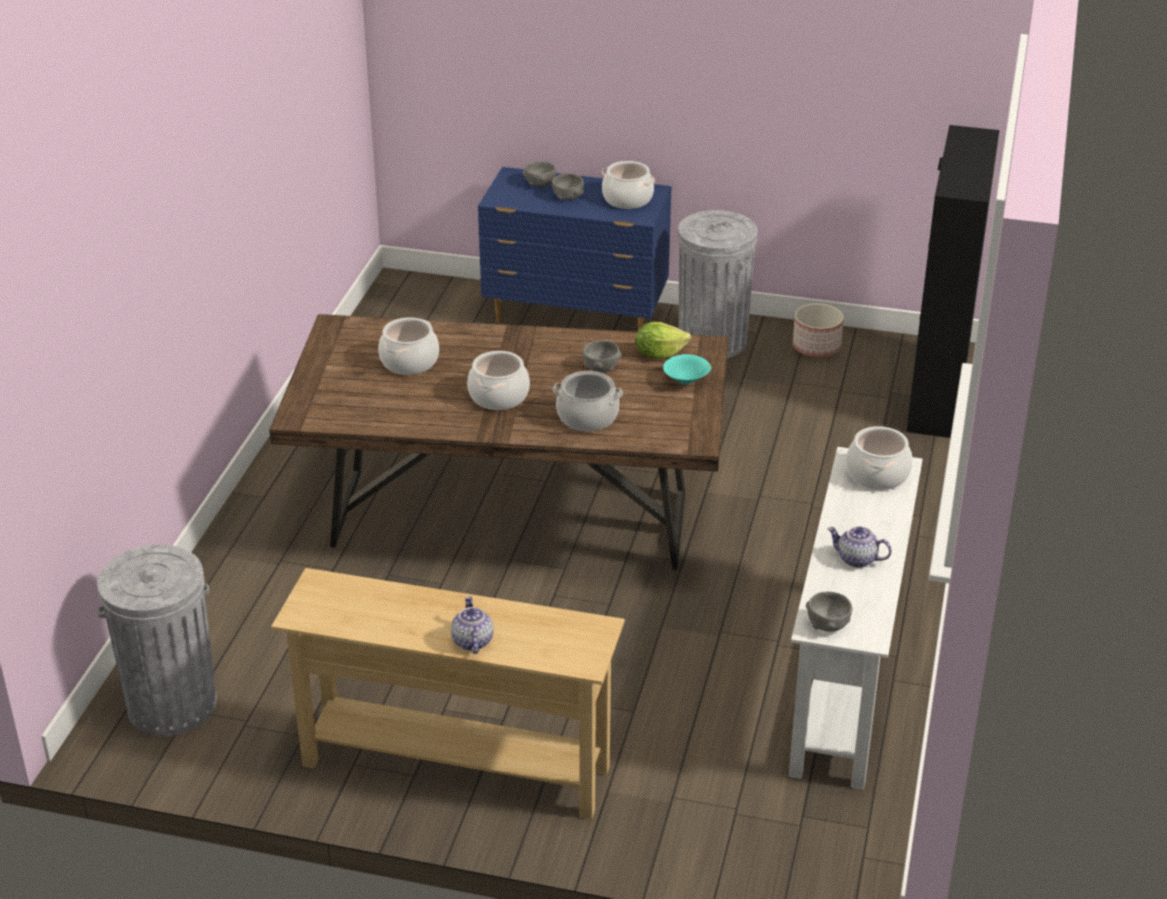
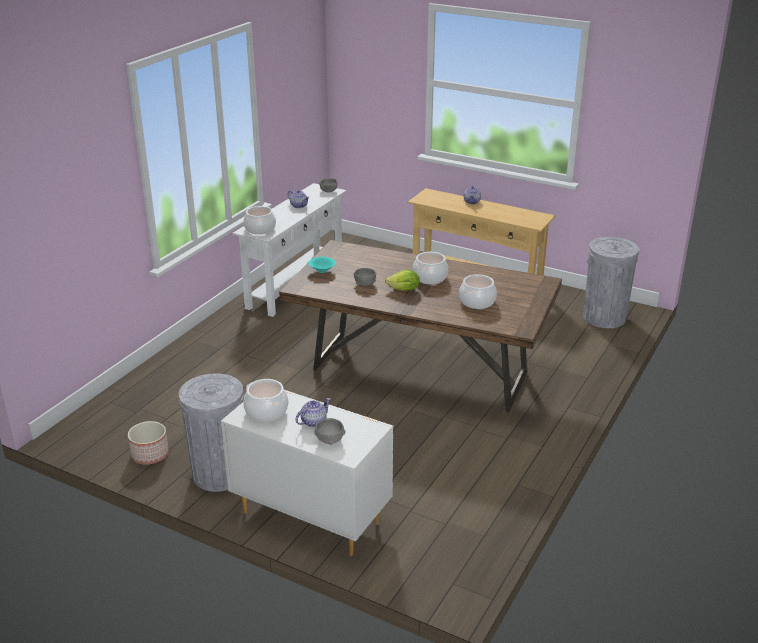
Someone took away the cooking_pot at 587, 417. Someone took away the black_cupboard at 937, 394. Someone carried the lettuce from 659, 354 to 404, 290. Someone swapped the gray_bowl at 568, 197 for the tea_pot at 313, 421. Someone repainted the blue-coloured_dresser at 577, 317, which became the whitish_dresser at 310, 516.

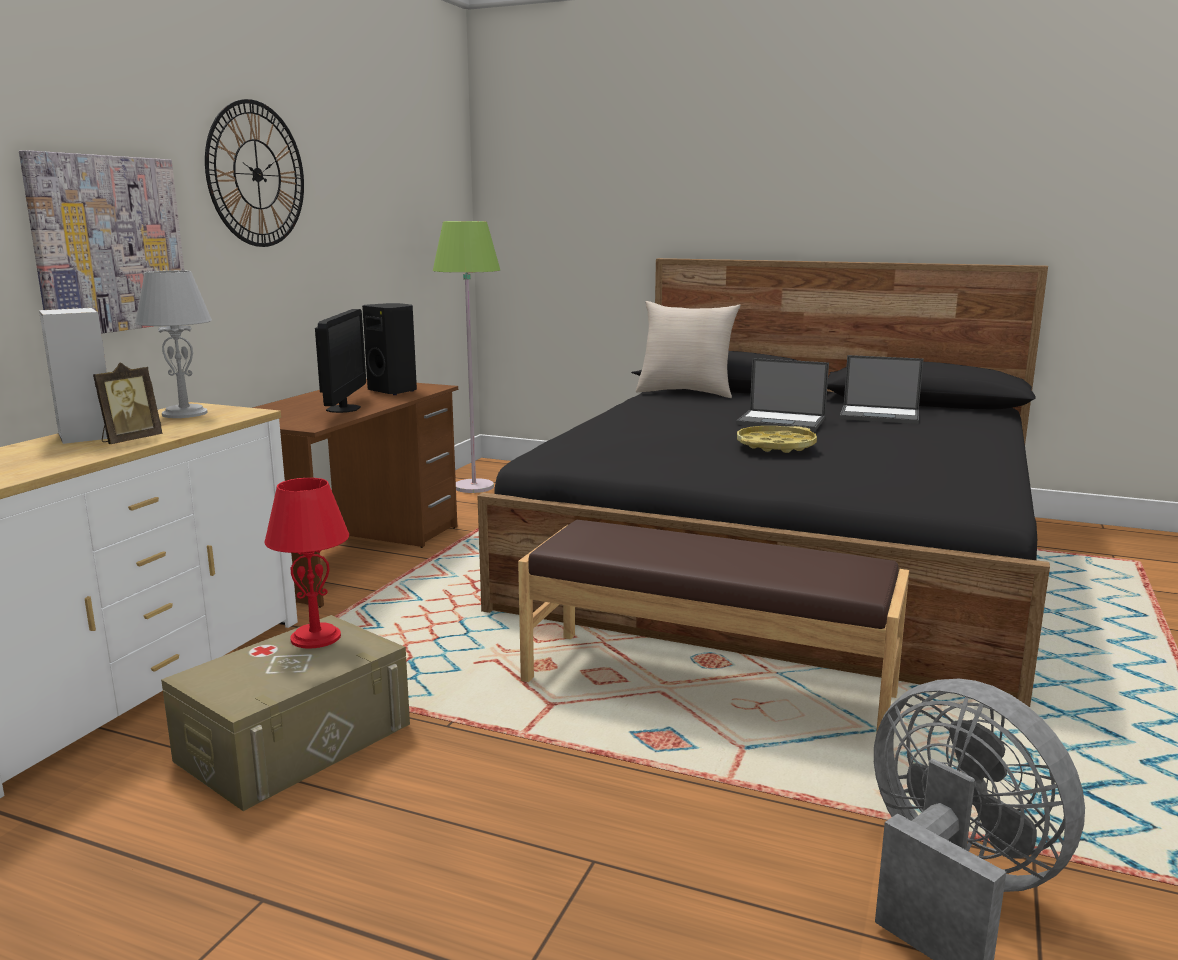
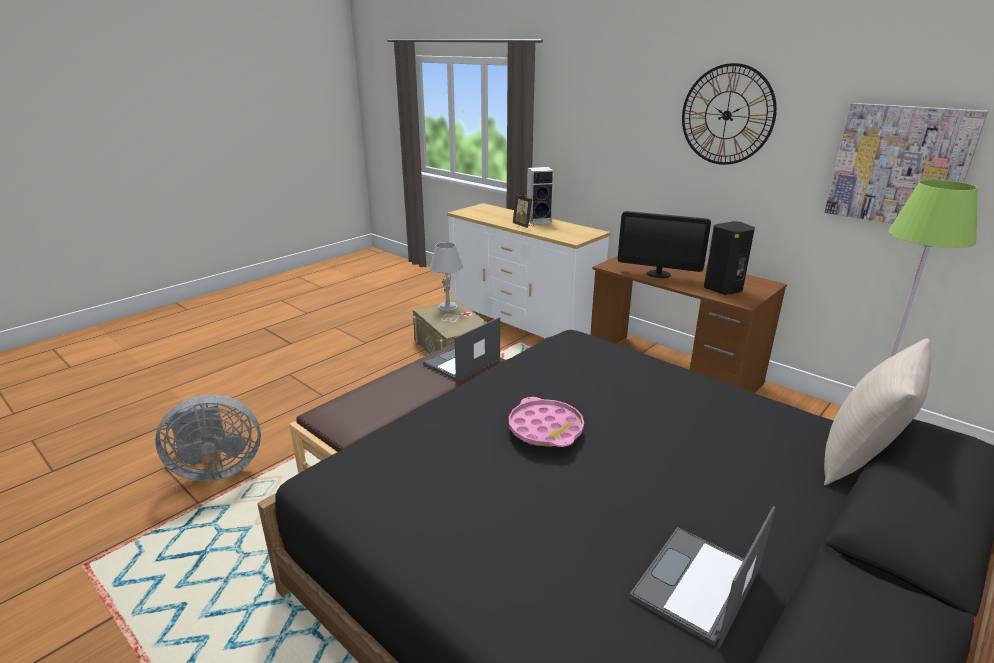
Someone took away the red_lamp_for_a_table at 315, 638. Someone carried the wall_art from 109, 244 to 899, 166. Someone carried the gray_lamp_for_a_table from 185, 413 to 448, 307. Someone carried the portable_computer from 782, 421 to 461, 362. Someone repainted the yellowish_tray at 775, 446, which became the pinkish_tray at 545, 429.

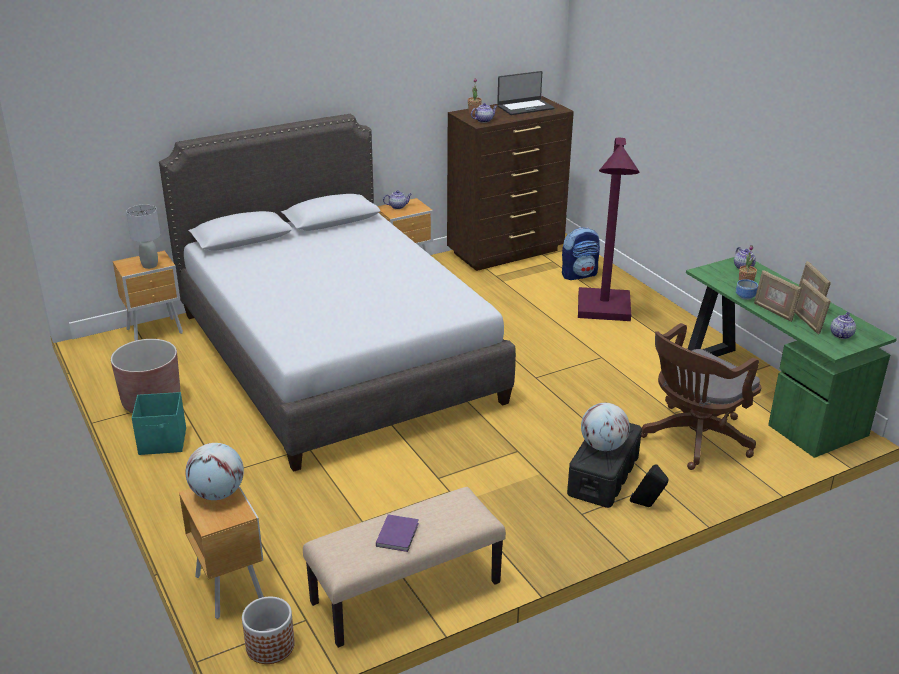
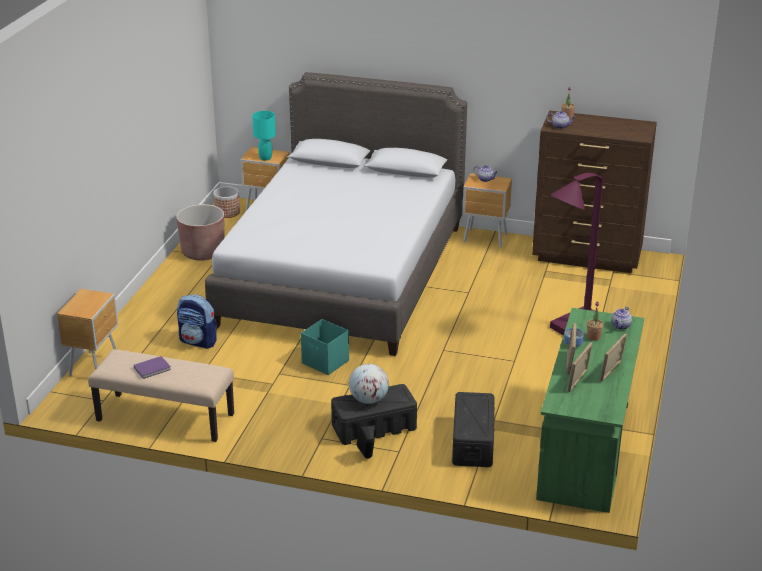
Someone took away the globe at 218, 493. Someone took away the portable_computer at 525, 107. Someone took away the tea_pot at 841, 334. Someone carried the turquoise_storage_container from 163, 442 to 325, 362. Someone carried the flower_pot from 270, 646 to 227, 212. Someone carried the rucksack from 579, 275 to 198, 341. Someone swapped the brownish_computer_chair at 693, 440 for the black_storage_container at 473, 442. Someone repainted the gray_lamp_for_a_table at 150, 265, which became the turquoise_lamp_for_a_table at 266, 158.

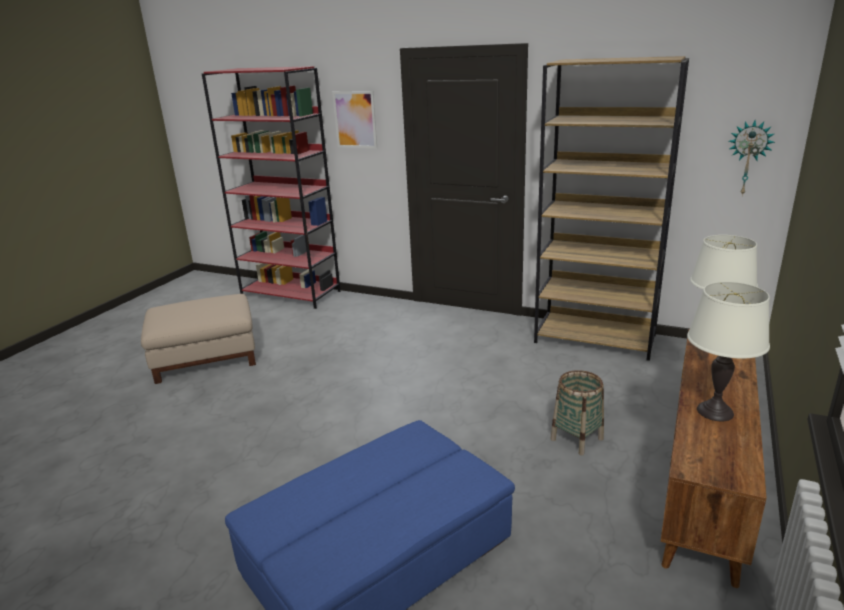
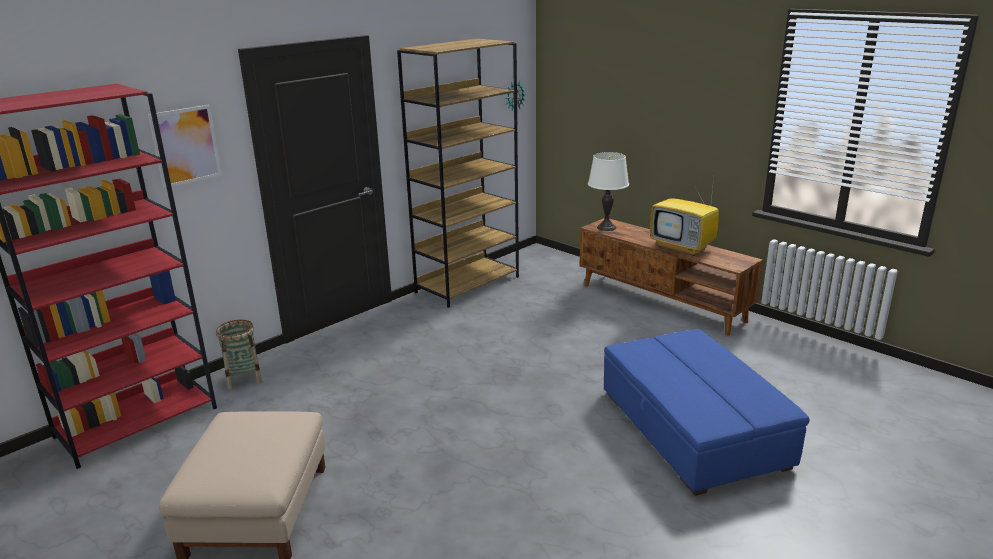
Someone carried the storage_basket from 577, 439 to 244, 378. Someone swapped the whitish_lamp_for_a_table at 715, 411 for the TV at 683, 248.

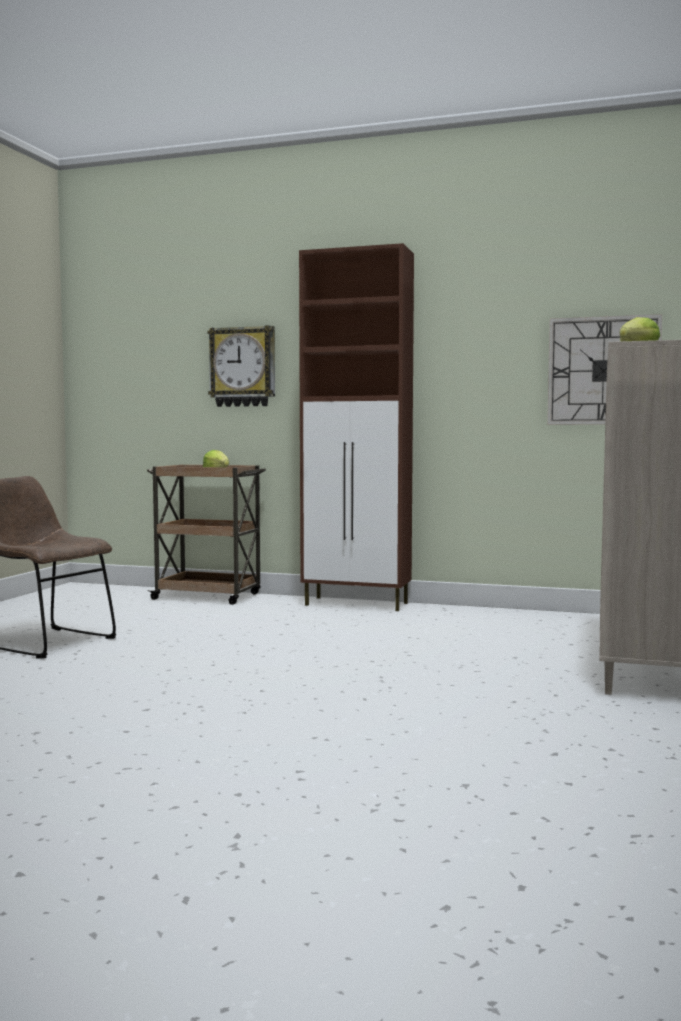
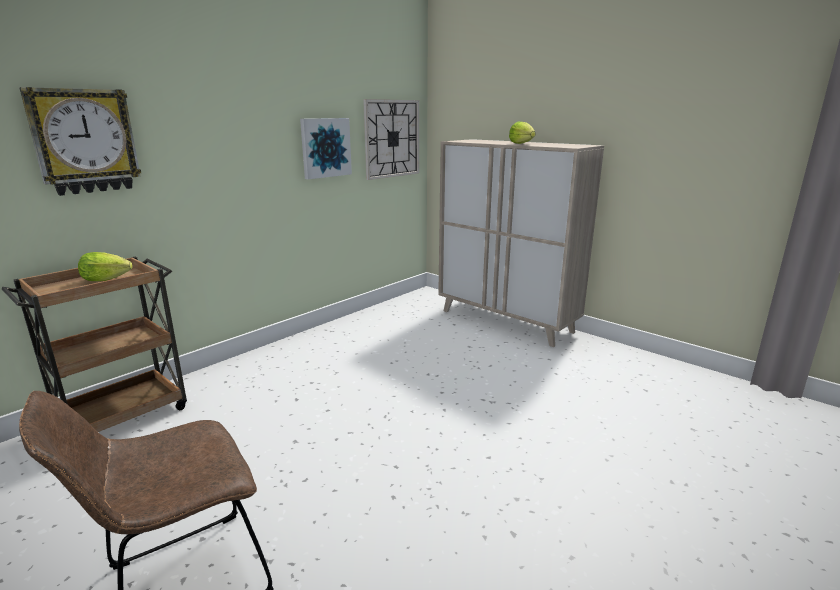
Someone took away the brownish_cupboard at 358, 604. Someone put up the wall_art at 325, 147.

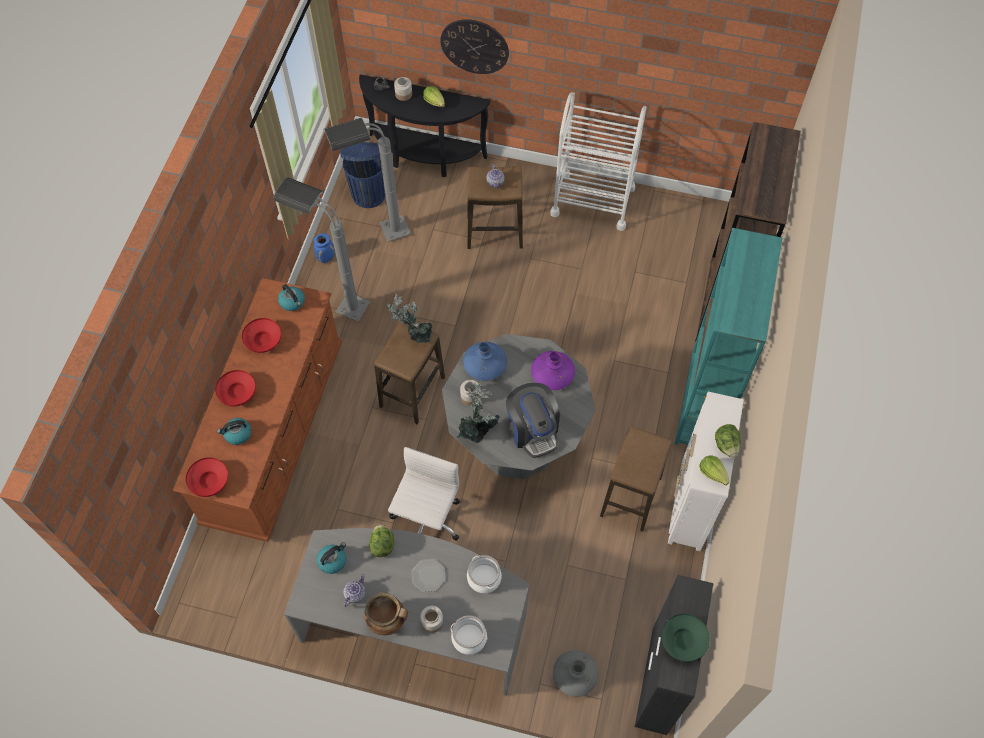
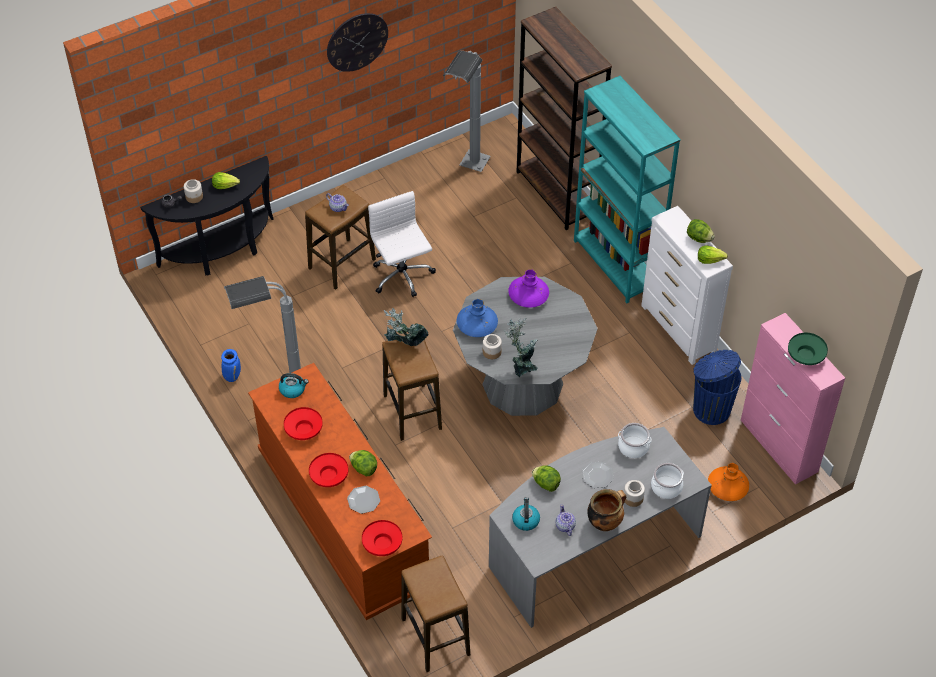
Someone took away the coffee_maker at 533, 429. Someone took away the whitish_wheeled_cart at 592, 201. Someone put down the lettuce at 363, 468. Someone carried the gray_standard_lamp from 378, 236 to 468, 174. Someone carried the blue-coloured_waste_bin from 368, 193 to 710, 409. Someone carried the whitish_computer_chair from 427, 520 to 402, 277. Someone carried the wall_clock from 474, 46 to 357, 42. Someone carried the sitting_stool from 631, 497 to 436, 637. Someone swapped the water_kettle at 237, 434 for the plate at 363, 500. Someone repainted the gray_flower_vase at 575, 675, which became the orangey_flower_vase at 727, 488. Someone repainted the black_cupboard at 659, 680, which became the pinkish_cupboard at 779, 446.

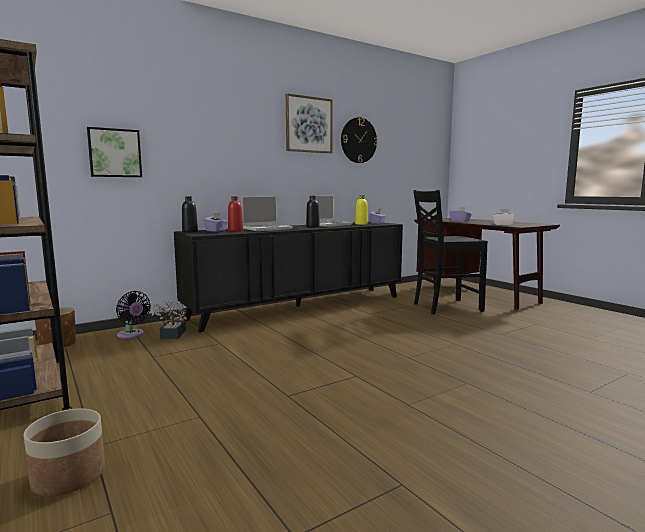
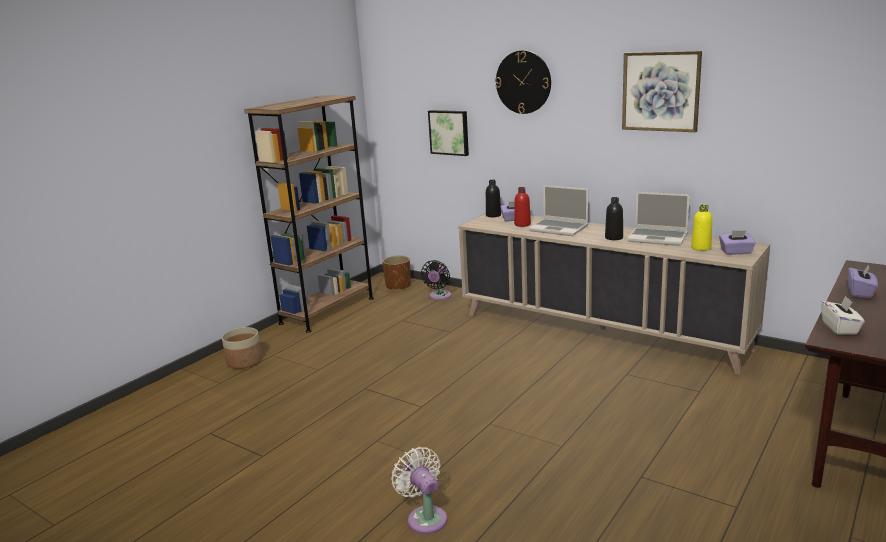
Someone took away the potted_plant at 171, 335. Someone took away the black_upright_chair at 445, 307. Someone put down the whitish_cooling_fan at 425, 517. Someone carried the wall_clock from 358, 140 to 523, 82. Someone repainted the black_cupboard at 299, 307, which became the sand-coloured_cupboard at 600, 331.

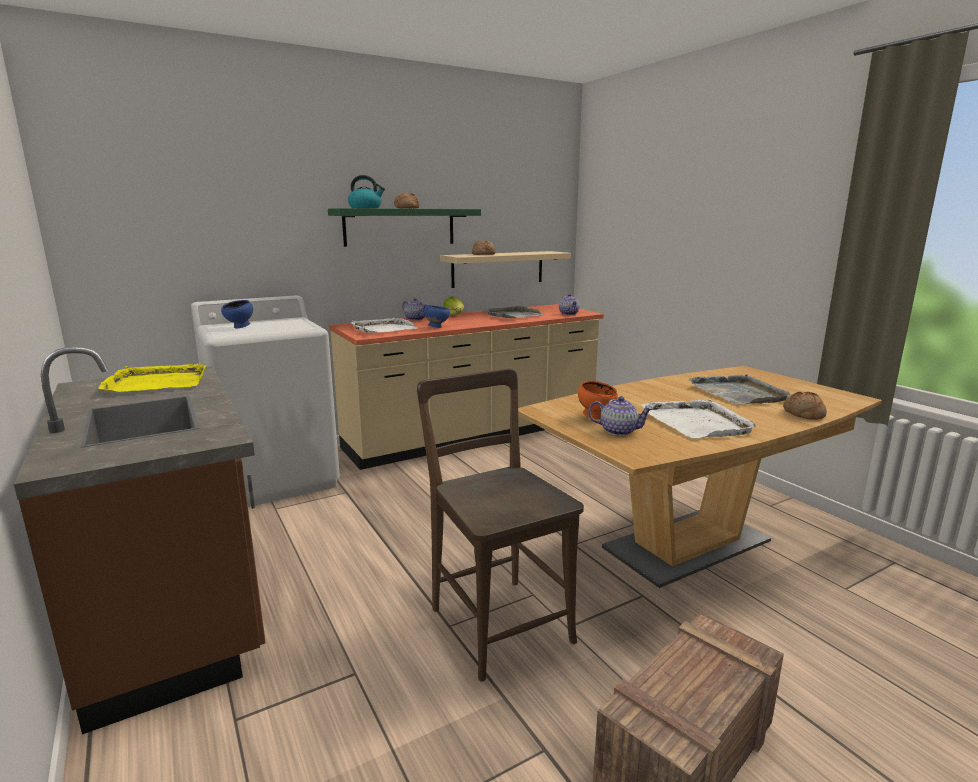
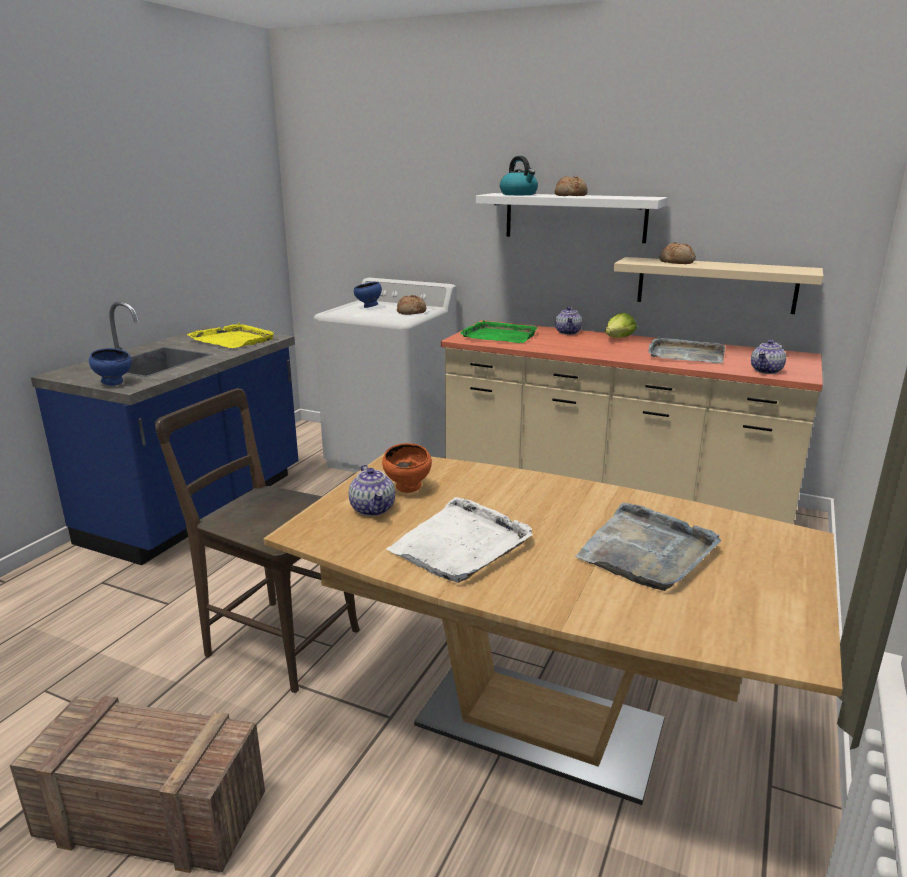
Someone carried the blue-coloured_bowl from 436, 327 to 115, 383. Someone carried the bakery_bread from 803, 414 to 411, 312. Someone repainted the brownish_kitchen_counter at 176, 605, which became the blue-coloured_kitchen_counter at 198, 508. Someone repainted the green-coloured_shelf at 400, 227, which became the whitish_shelf at 575, 217. Someone repainted the whitish_tray at 383, 329, which became the green-coloured_tray at 499, 336. Someone rotated the brownish_upright_chair at 497, 620 by 90 degrees counterclockwise.

